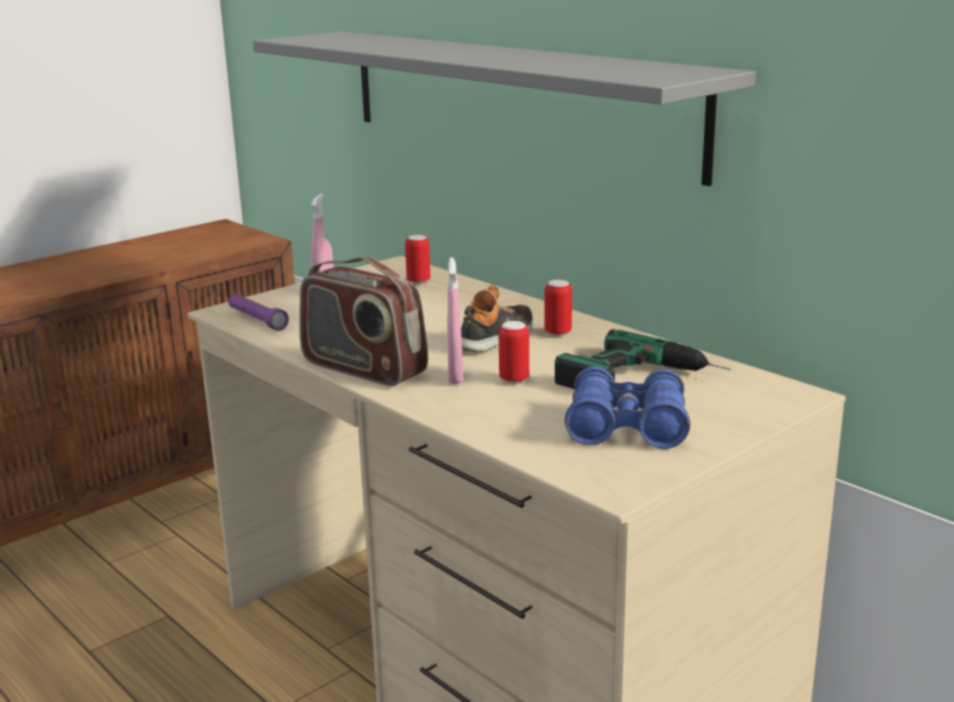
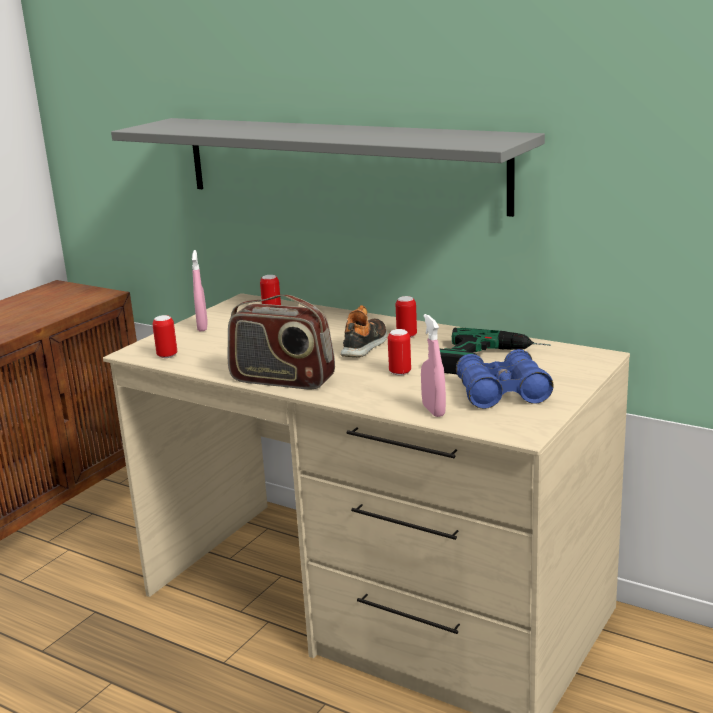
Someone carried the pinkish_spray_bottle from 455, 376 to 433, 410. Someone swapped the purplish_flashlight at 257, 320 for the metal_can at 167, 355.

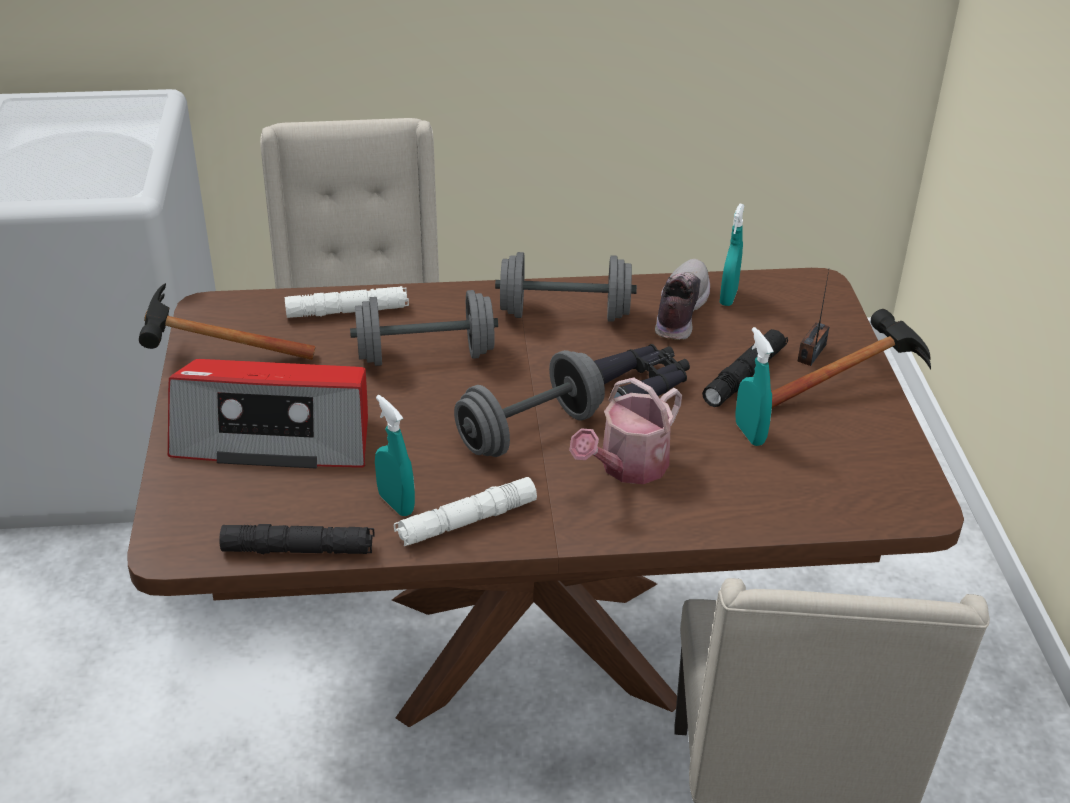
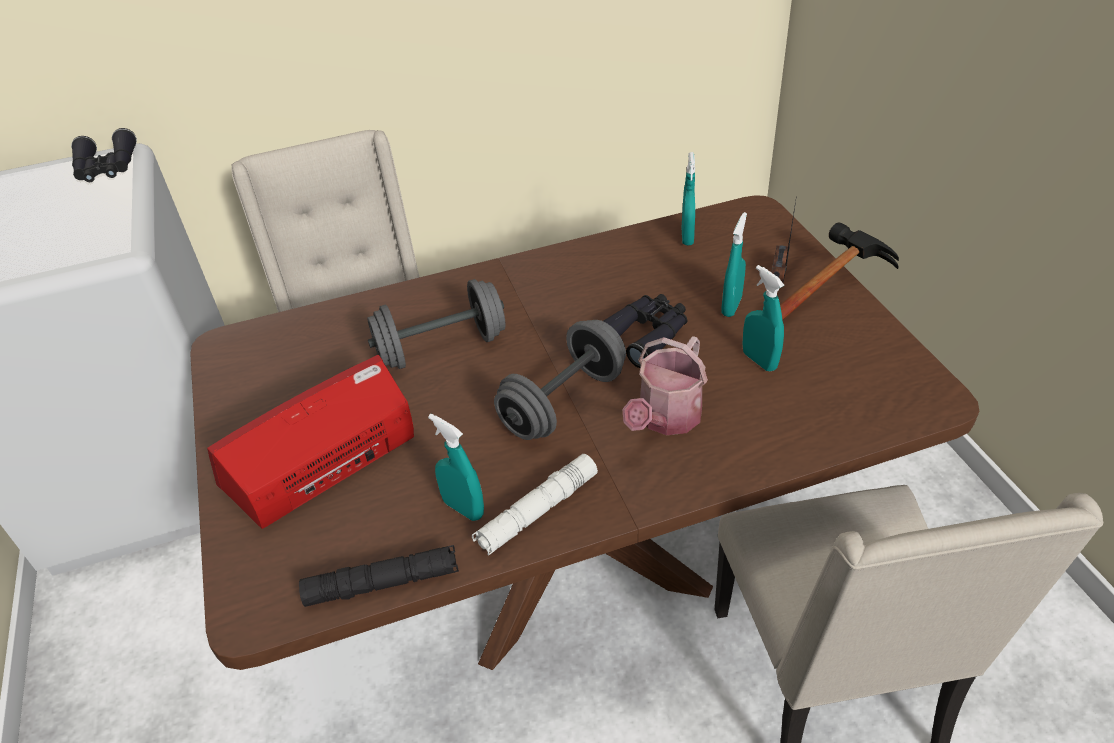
Someone took away the tool_hammer at 209, 357. Someone took away the whitish_flashlight at 347, 311. Someone took away the gray_free_weight at 564, 313. Someone took away the shoe at 679, 311. Someone put down the black_binoculars at 107, 169. Someone swapped the black_flashlight at 744, 376 for the turquoise_spray_bottle at 731, 306. Someone rotated the radio_receiver at 276, 435 by 150 degrees clockwise.

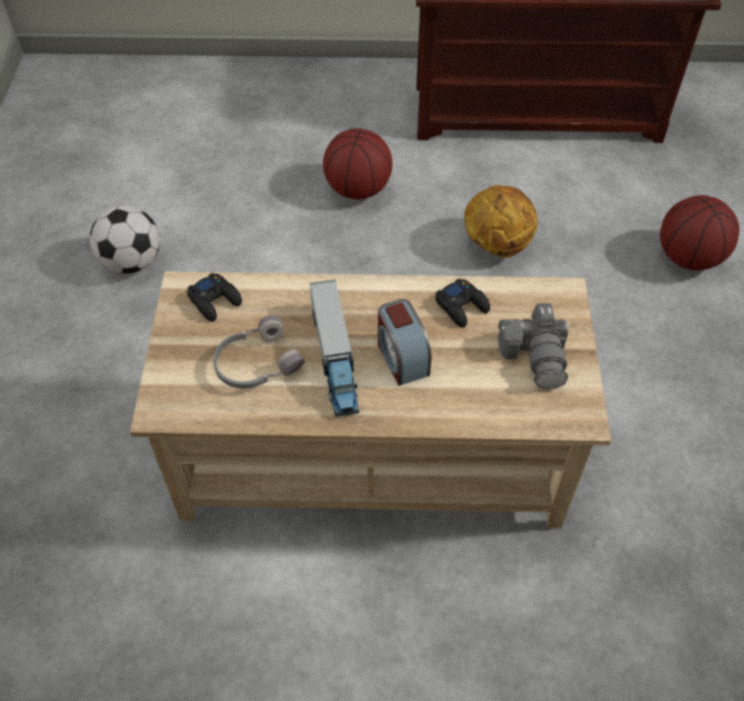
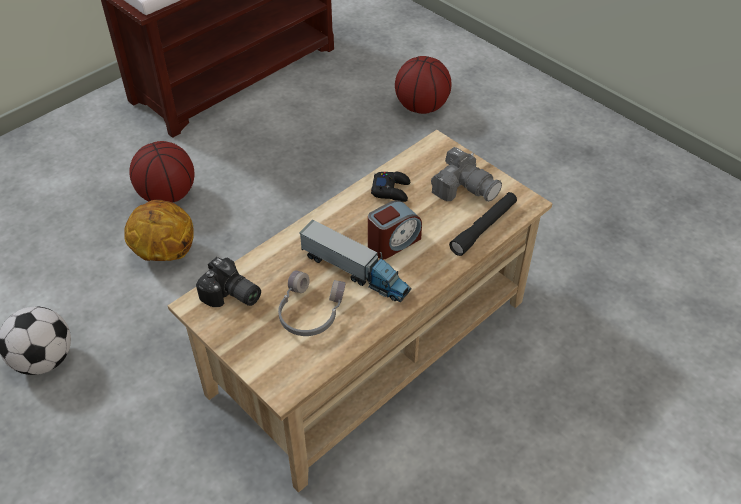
Someone put down the black_flashlight at 484, 228. Someone carried the basketball_ball from 496, 244 to 164, 253. Someone swapped the black_joypad at 215, 301 for the still_camera at 231, 296. Someone rotated the alarm_clock at 401, 357 by 60 degrees counterclockwise.

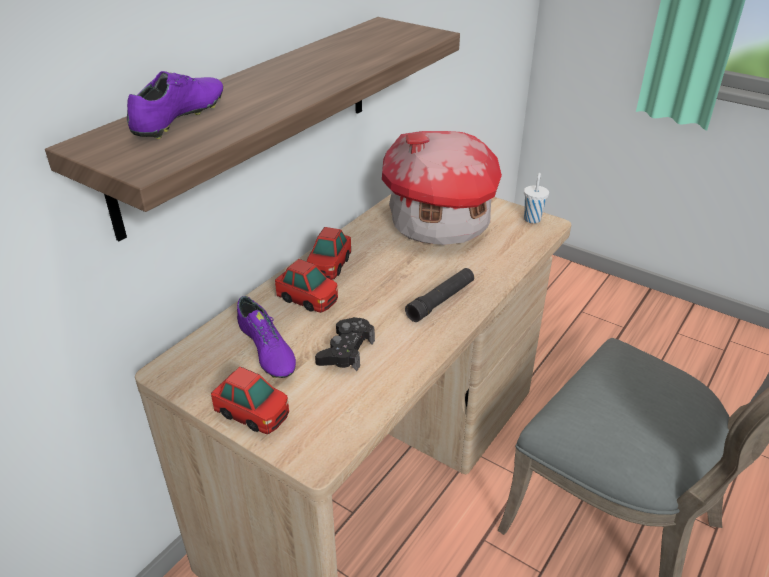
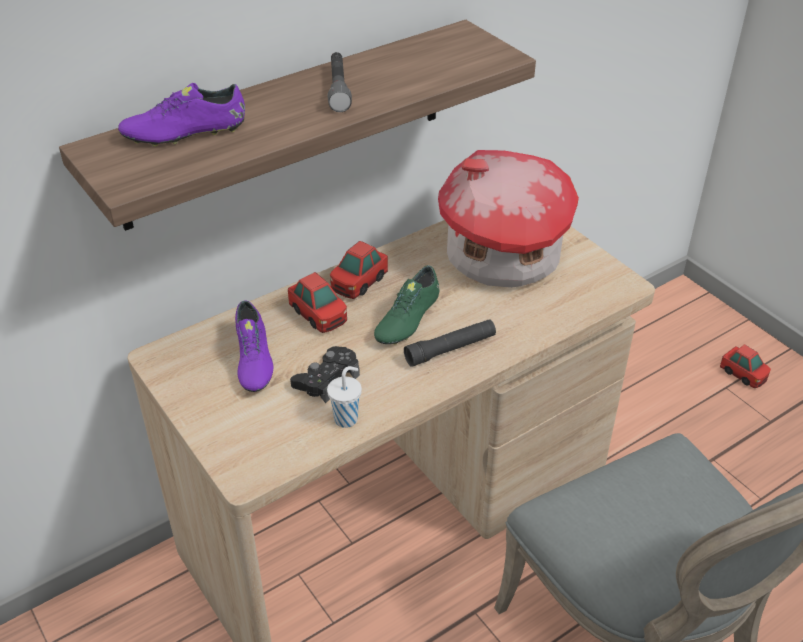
Someone put down the gray_flashlight at 338, 89. Someone put down the green-coloured_shoe at 407, 320. Someone carried the toy_car from 253, 414 to 743, 374. Someone carried the whitish_small_cup from 532, 219 to 347, 418. Someone rotated the purplish_shoe at 180, 119 by 150 degrees counterclockwise.

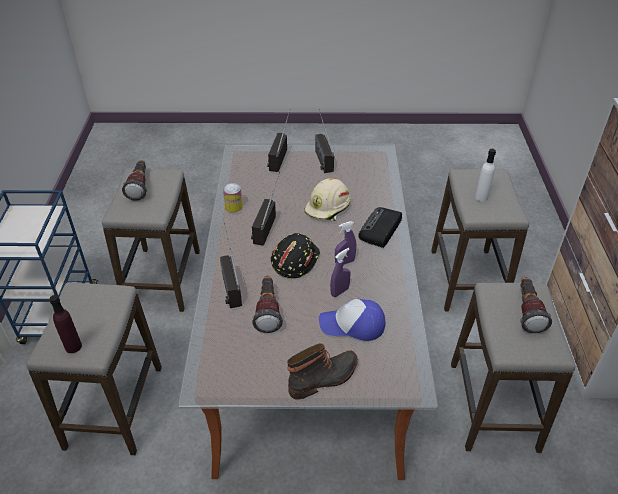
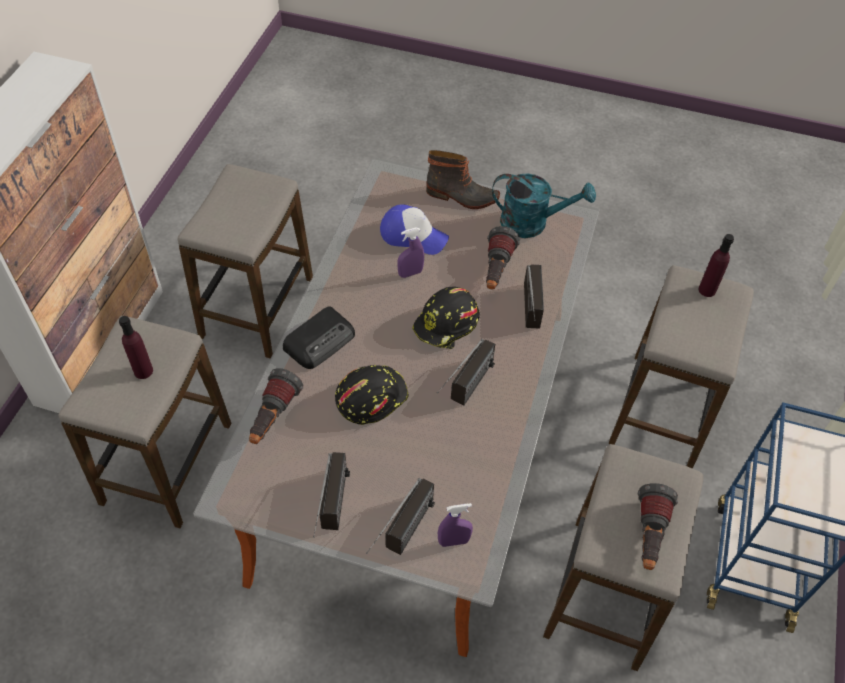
Someone took away the metal_can at 233, 206. Someone put down the turquoise_watering_can at 532, 223. Someone carried the purplish_spray_bottle from 344, 262 to 453, 541. Someone carried the flashlight from 527, 311 to 273, 418. Someone repainted the sand-coloured_hard_hat at 328, 207, which became the black_hard_hat at 370, 397. Someone repainted the whitish_beverage_bottle at 481, 197, which became the purplish_beverage_bottle at 143, 371. Someone rotated the boot at 324, 379 by 150 degrees counterclockwise.

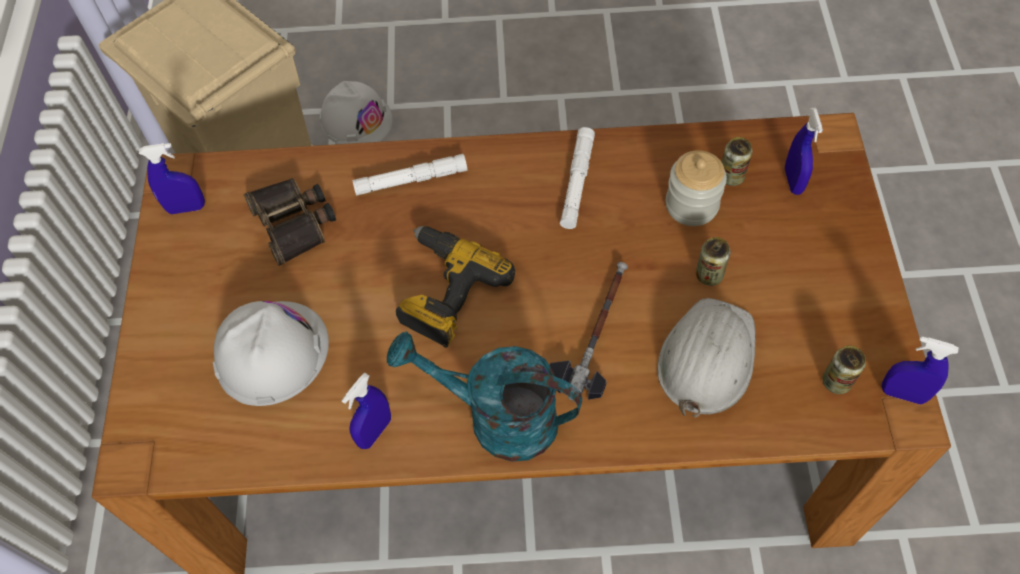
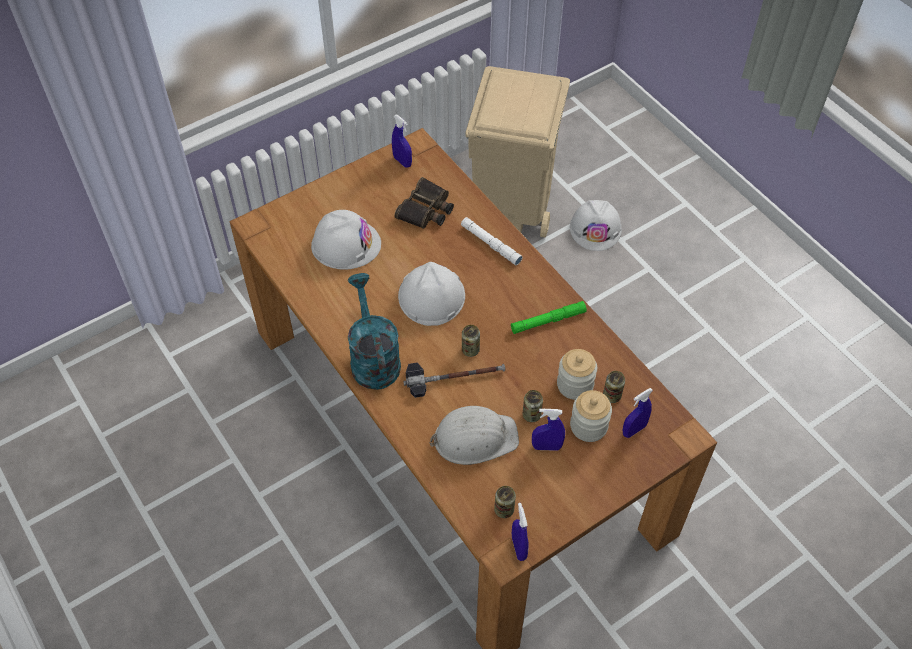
Someone put down the metal_can at 470, 350. Someone put down the preserve_jar at 588, 426. Someone carried the blue-coloured_spray_bottle from 375, 432 to 546, 447. Someone swapped the electric_drill at 444, 292 for the whitish_hard_hat at 431, 296. Someone repainted the whitish_flashlight at 577, 182, which became the green-coloured_flashlight at 548, 321.

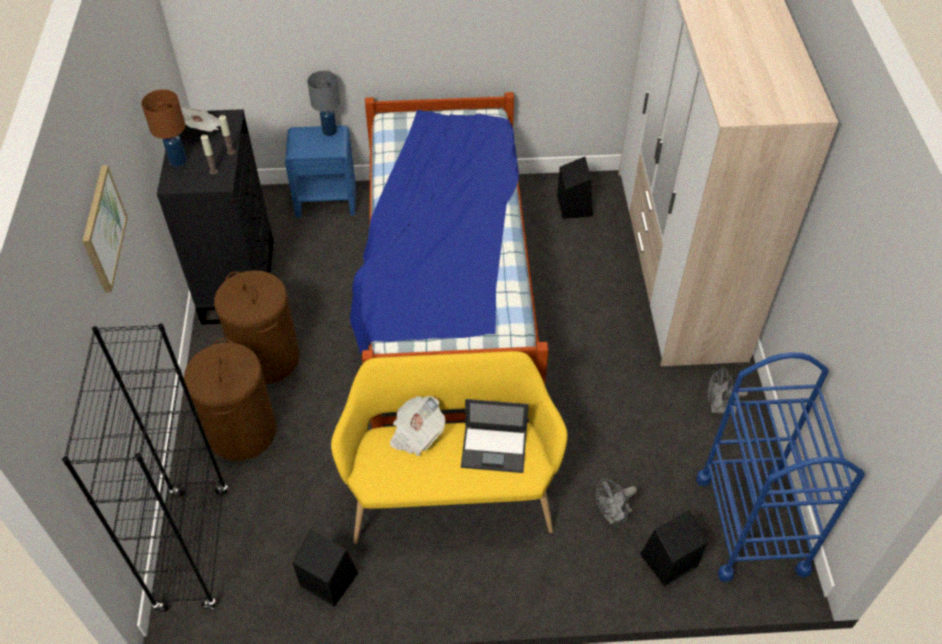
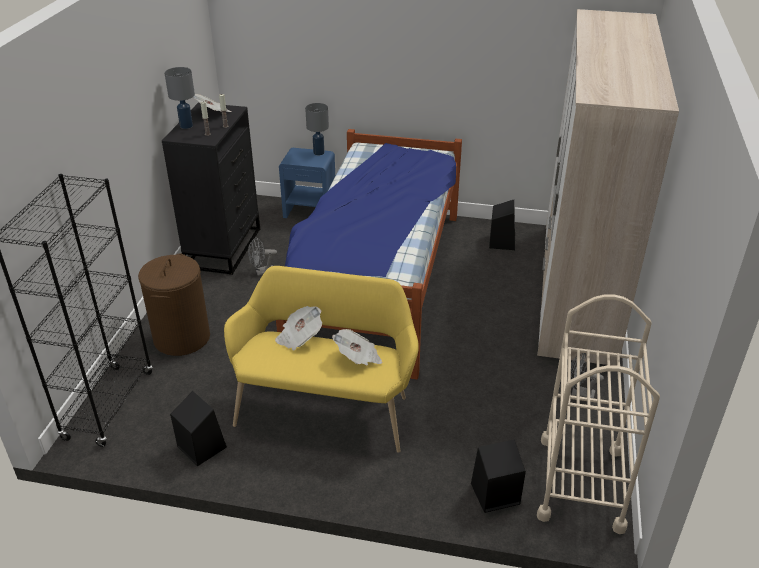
Someone took away the wall_art at 103, 228. Someone took away the brownish_washing_basket at 266, 358. Someone carried the gray_cooling_fan from 613, 515 to 262, 272. Someone swapped the portable_computer at 495, 448 for the newspaper at 358, 358. Someone repainted the brownish_lamp_for_a_table at 178, 161, which became the gray_lamp_for_a_table at 186, 126. Someone repainted the blue-coloured_wheeled_cart at 751, 524, which became the sand-coloured_wheeled_cart at 581, 483.

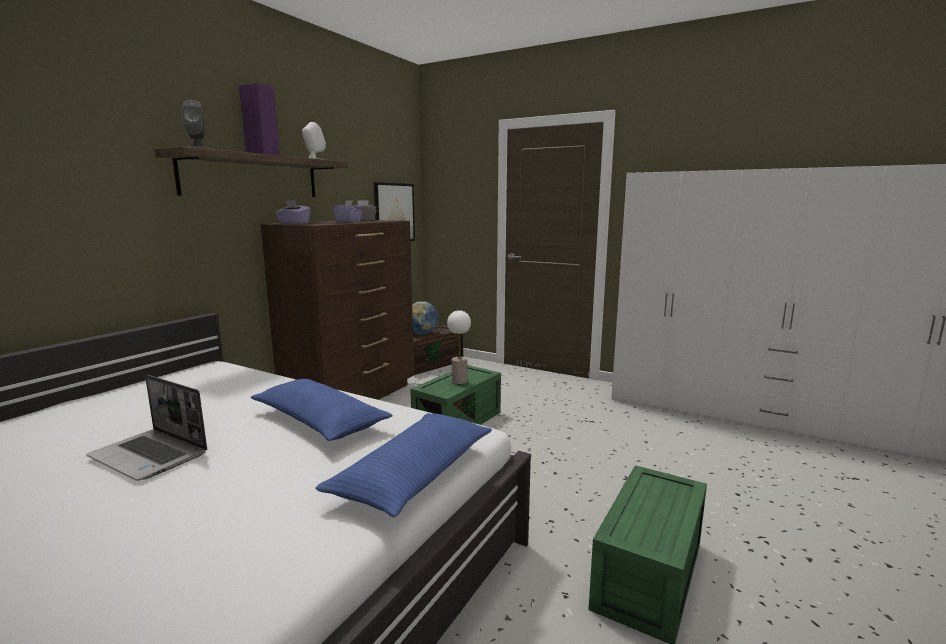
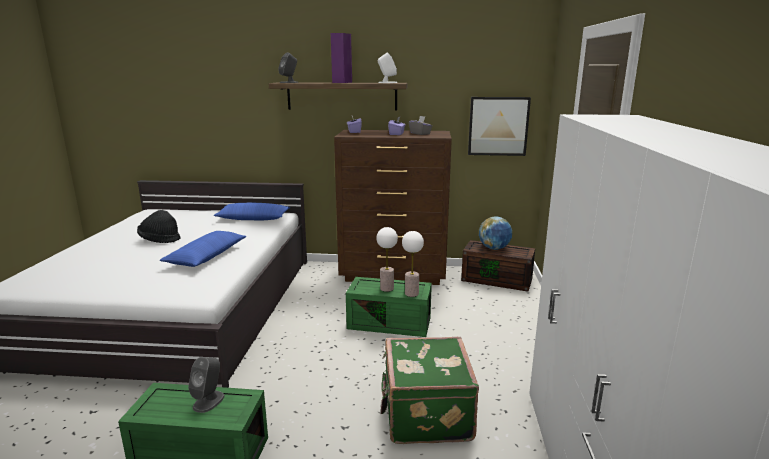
Someone put down the gray_loudspeaker at 209, 401. Someone put down the green-coloured_suitcase at 425, 414. Someone put down the lamp_for_a_table at 412, 293. Someone carried the blue-coloured_cushion from 414, 475 to 253, 219. Someone swapped the portable_computer at 151, 455 for the black_clothing_hat at 160, 240.

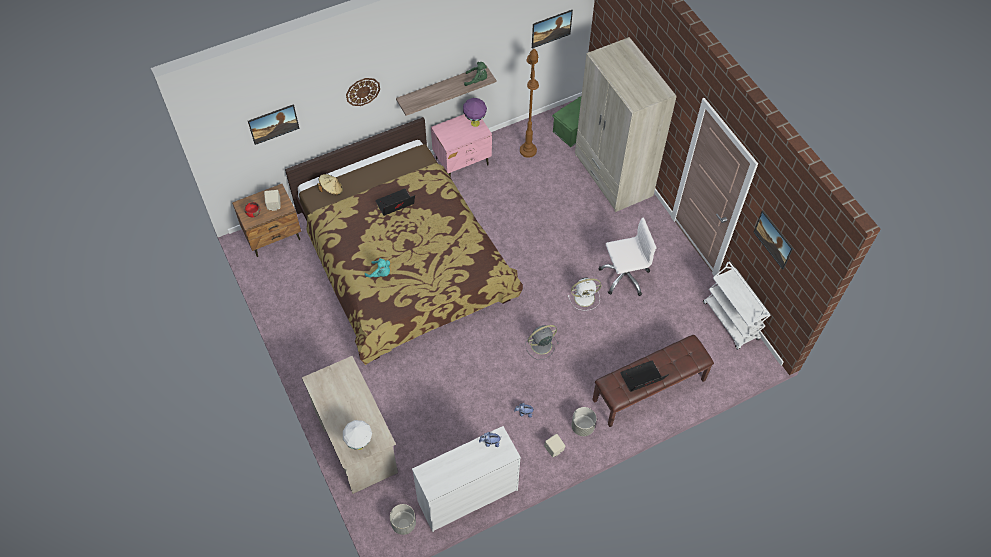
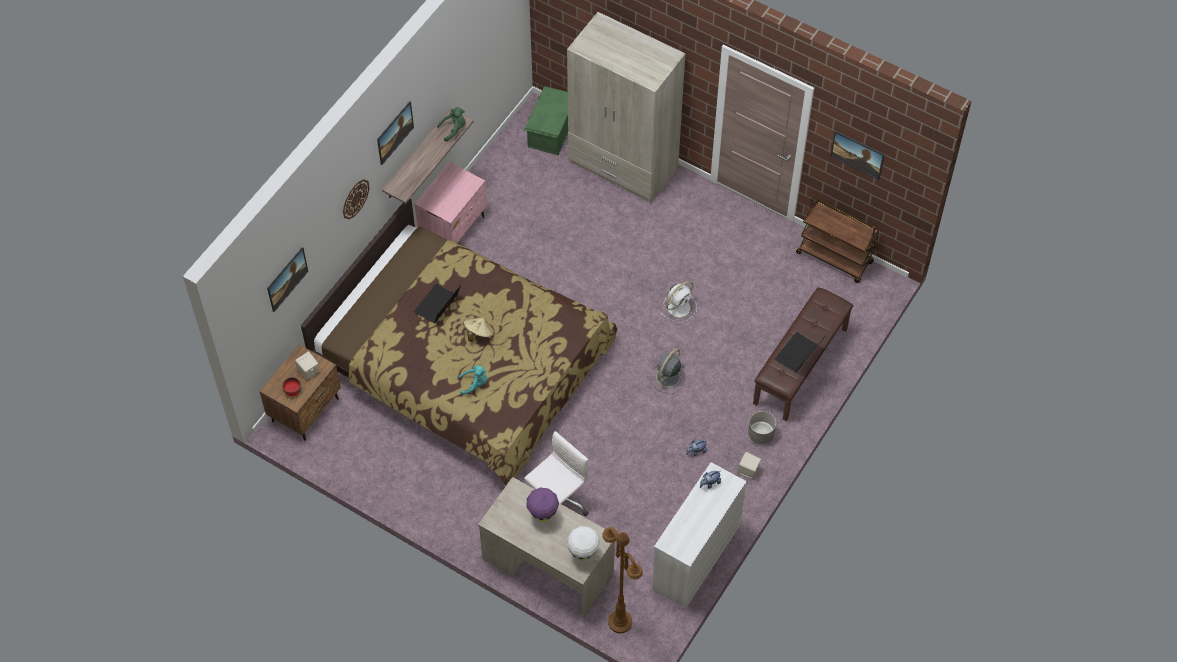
Someone took away the gray_flower_pot at 403, 523. Someone carried the sand-coloured_clothing_hat from 331, 189 to 478, 333. Someone carried the purplish_lamp_for_a_table from 474, 123 to 543, 516. Someone carried the brownish_standard_lamp from 528, 150 to 619, 622. Someone carried the wall_art from 551, 34 to 396, 139. Someone carried the whitish_computer_chair from 624, 276 to 557, 501. Someone repainted the whitish_wheeled_cart at 731, 321, which became the brownish_wheeled_cart at 835, 258.

